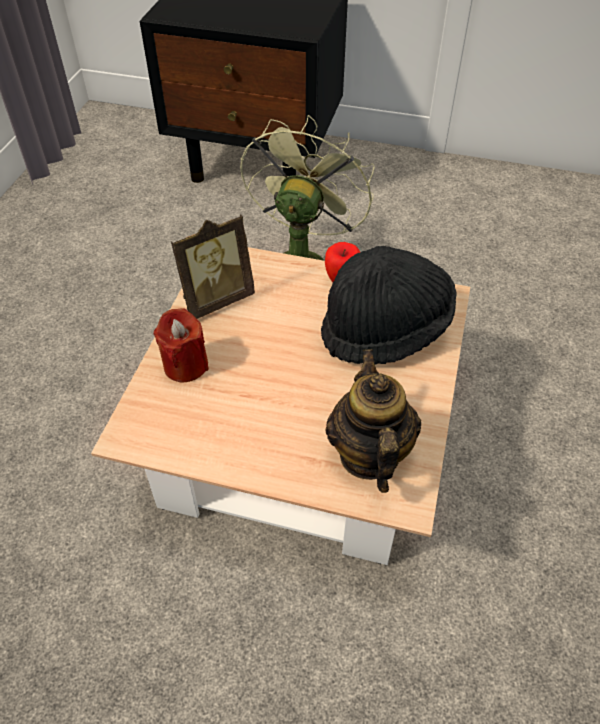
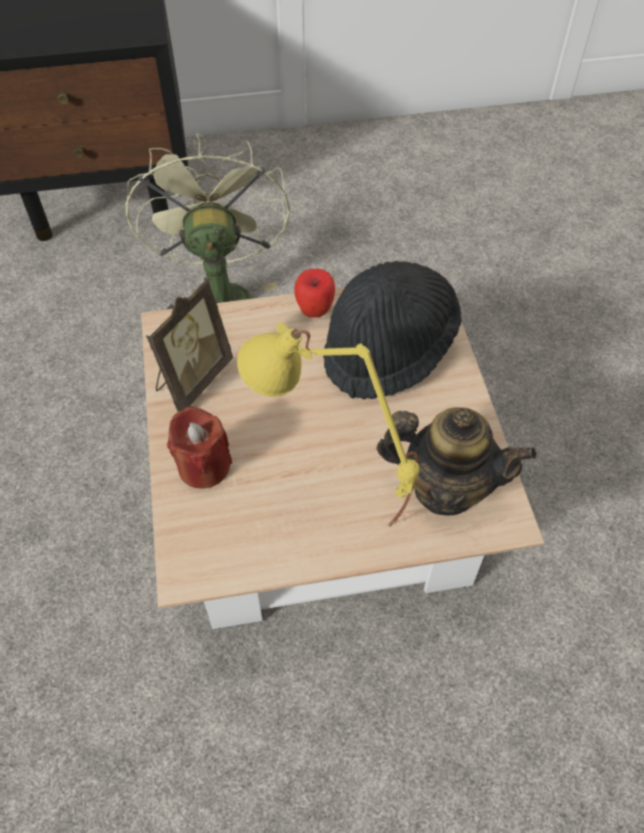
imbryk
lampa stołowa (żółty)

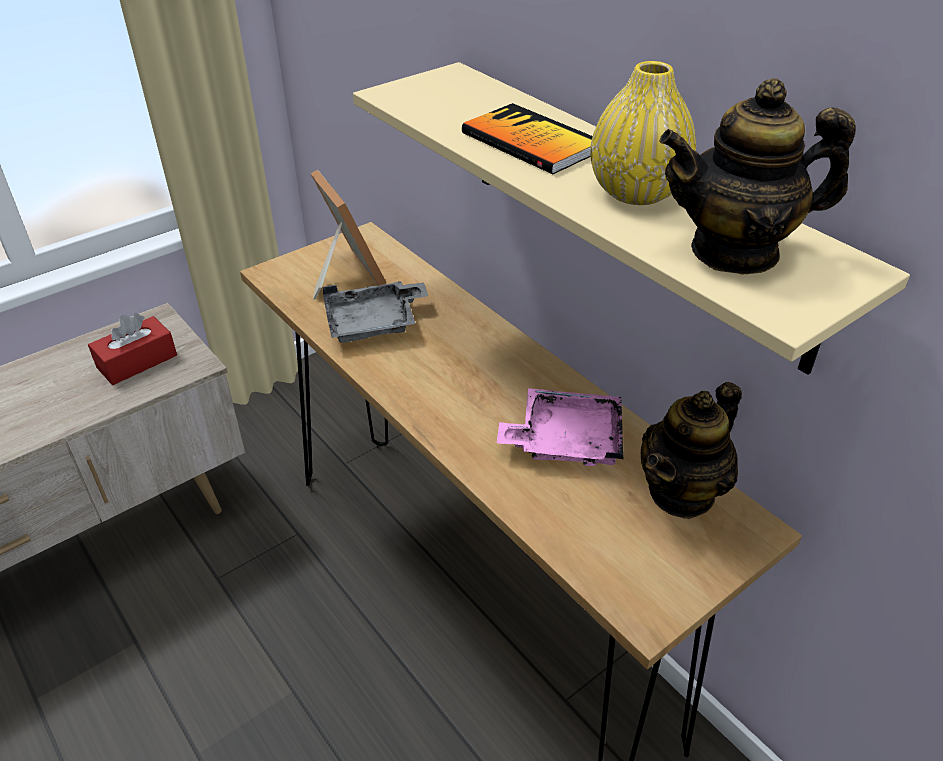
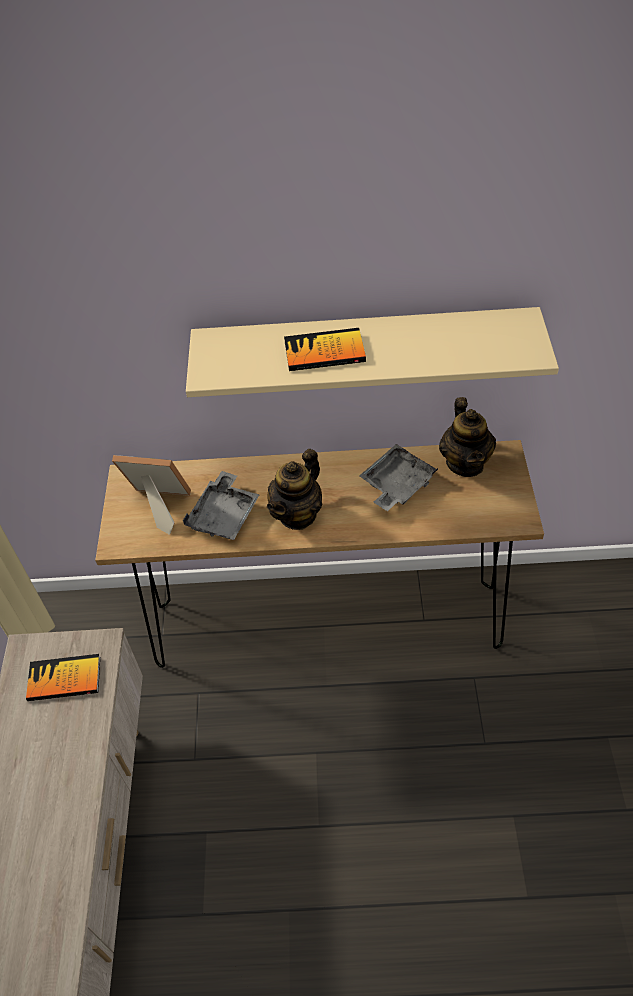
książka (no. 1 from left)
taca (szary) (no. 2 from left)
wazon (żółty)
imbryk (no. 1 from left)

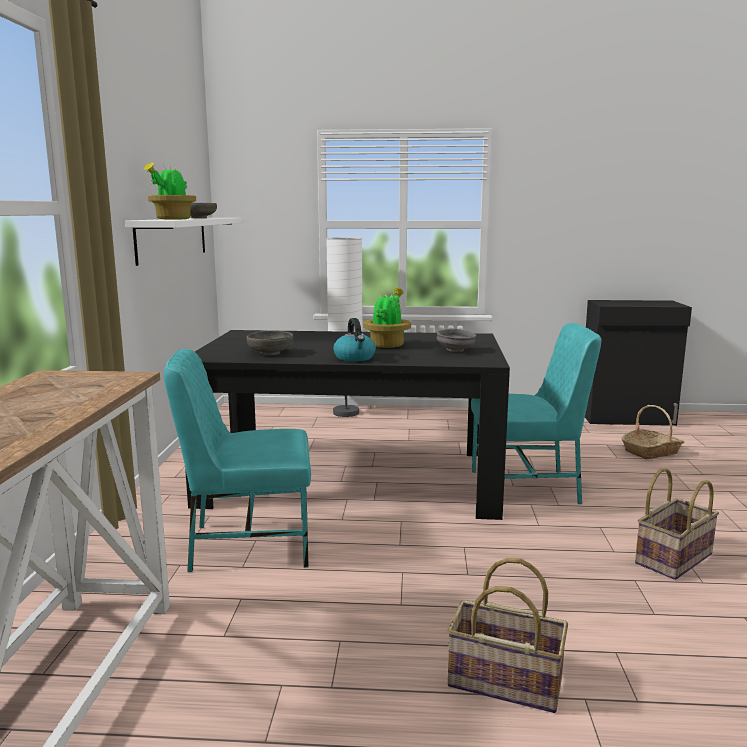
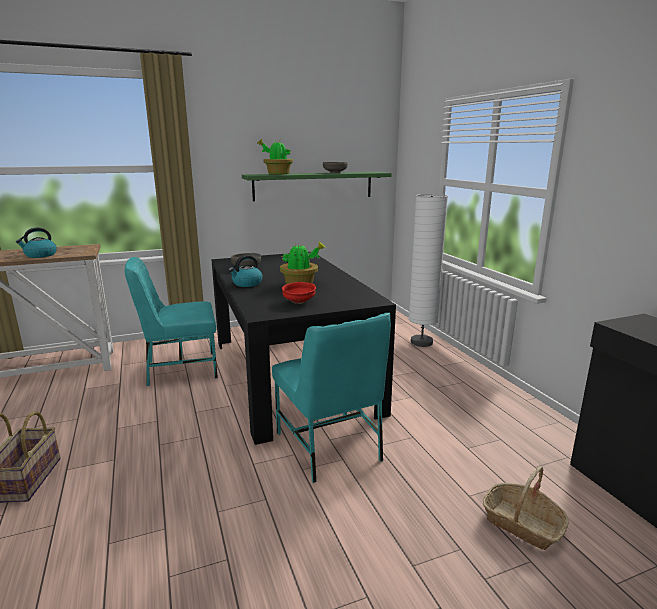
półka (zielony)
krzesło (turkusowy) (no. 1 from left)
miska (czerwony)
koszyk (no. 3 from left in the first image)
czajnik (no. 1 from left)

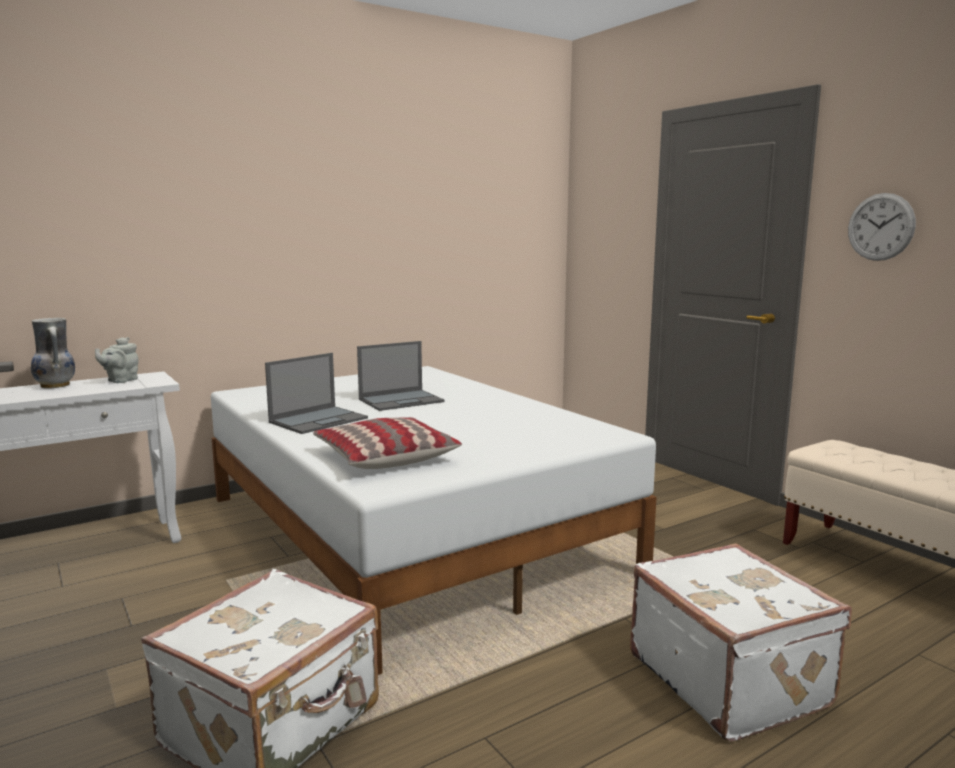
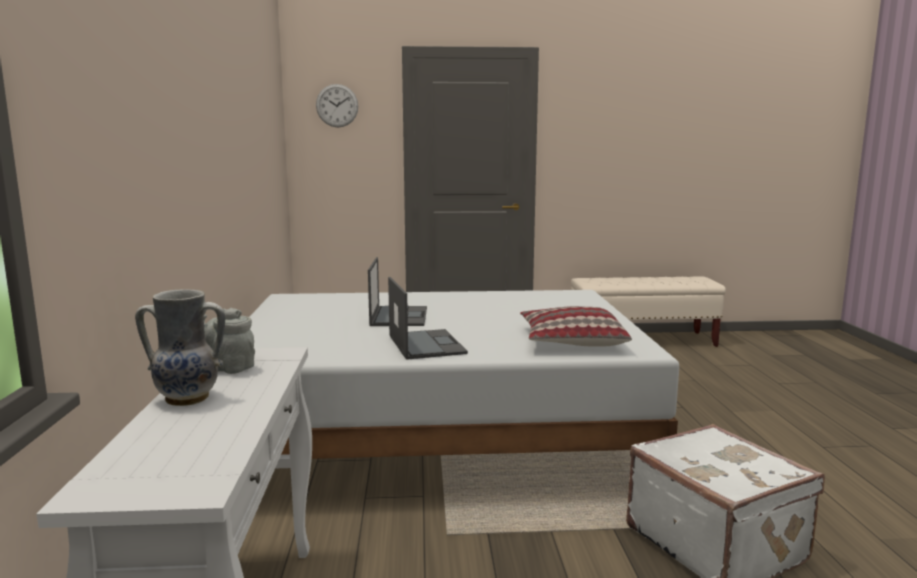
imbryk (szary)
walizka (biały) (no. 2 from left in the first image)
zegar ścienny

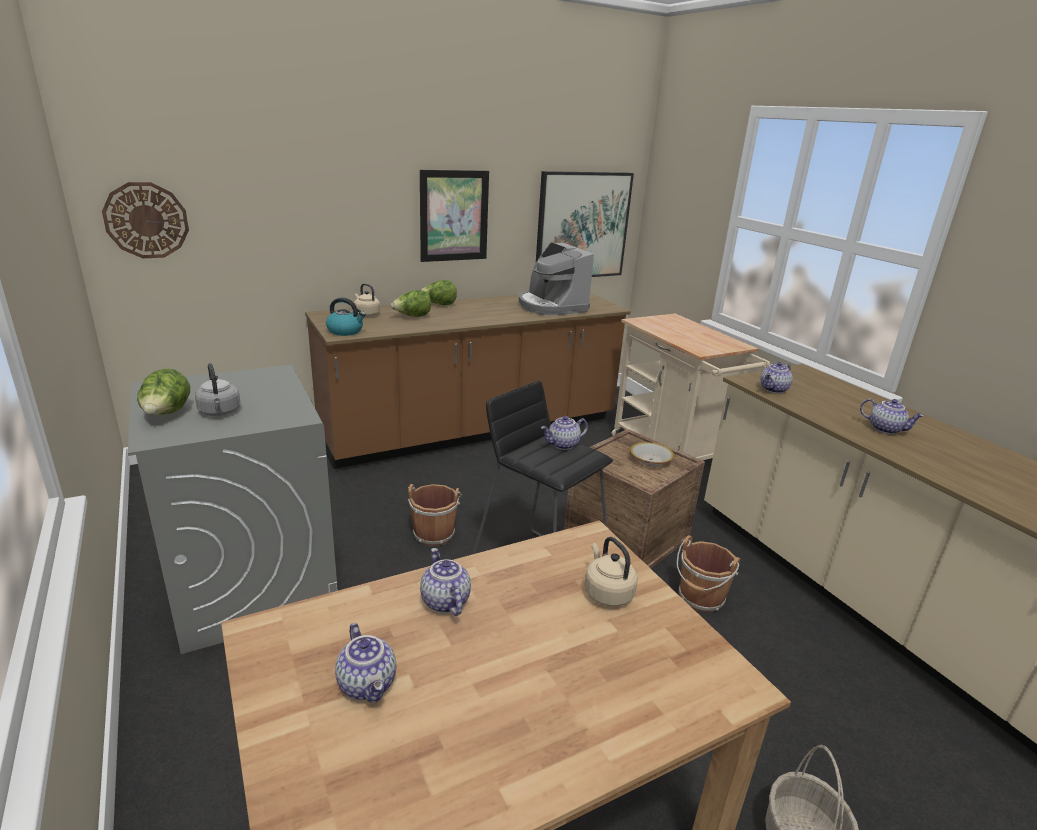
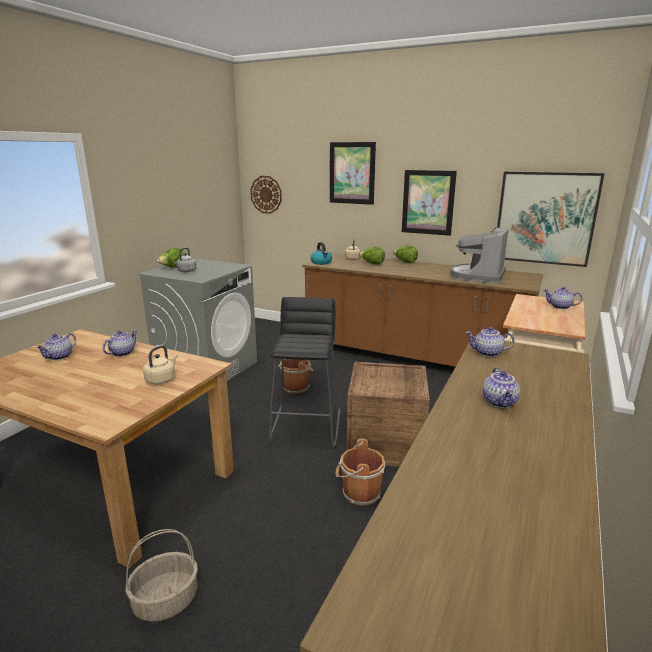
imbryk (no. 5 from left)
miska
obraz (no. 1 from left)

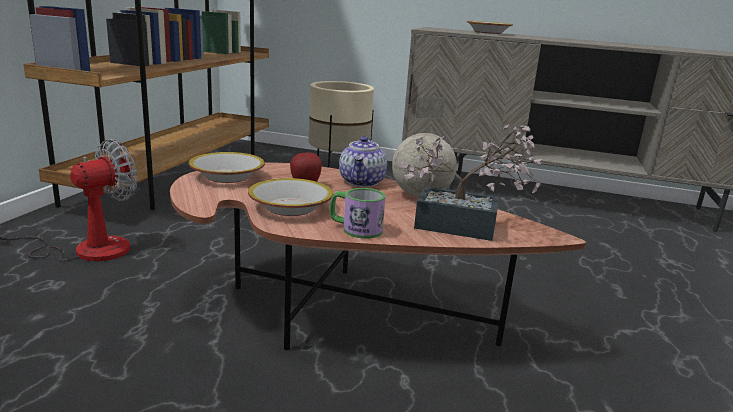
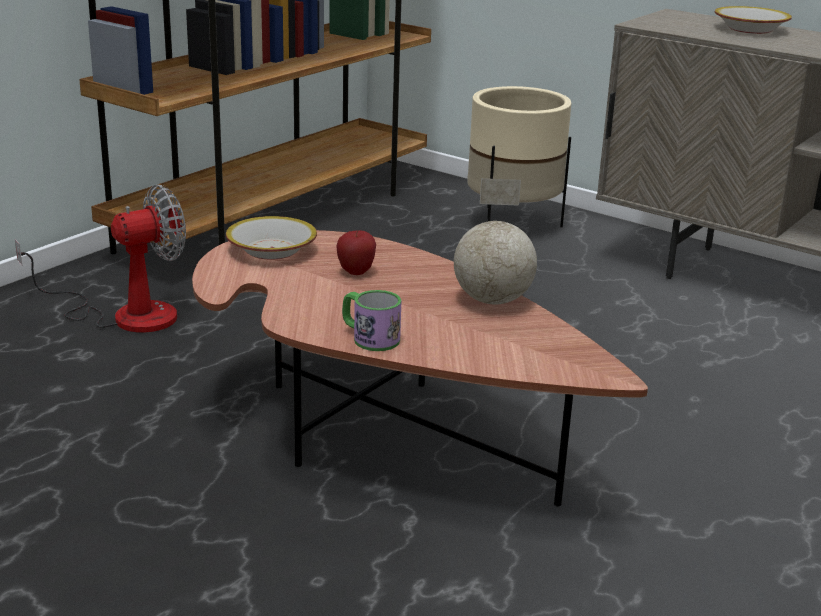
miska (no. 2 from left in the first image)
imbryk
roślina doniczkowa

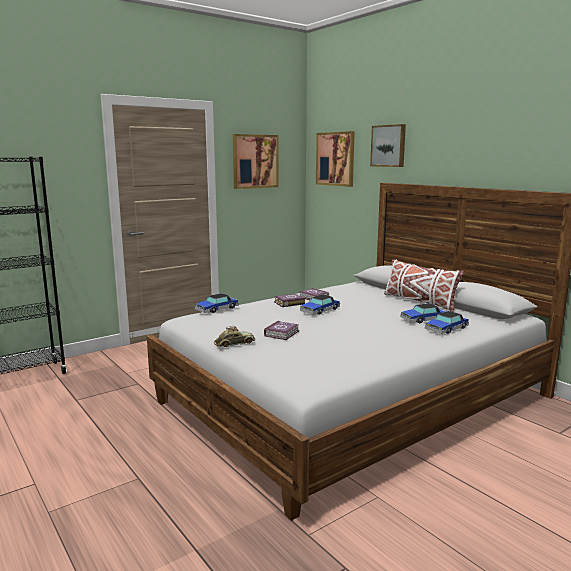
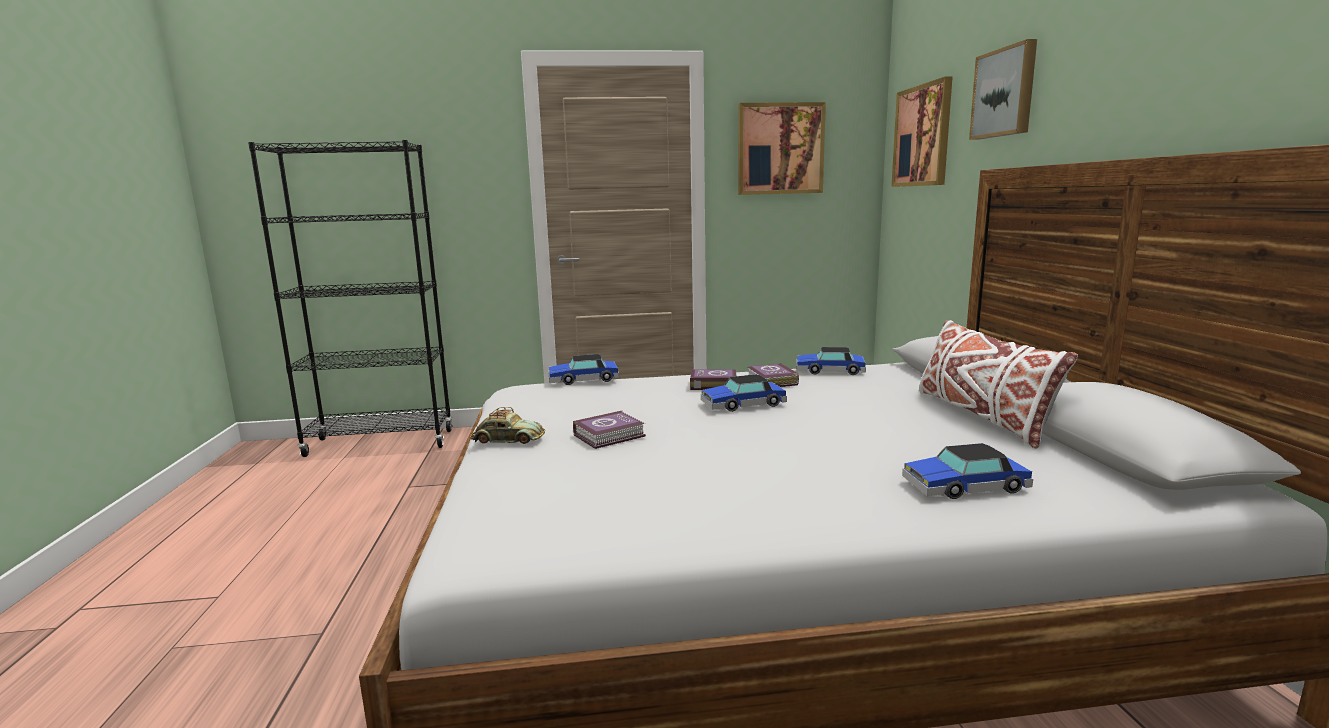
samochodzik (no. 4 from left)

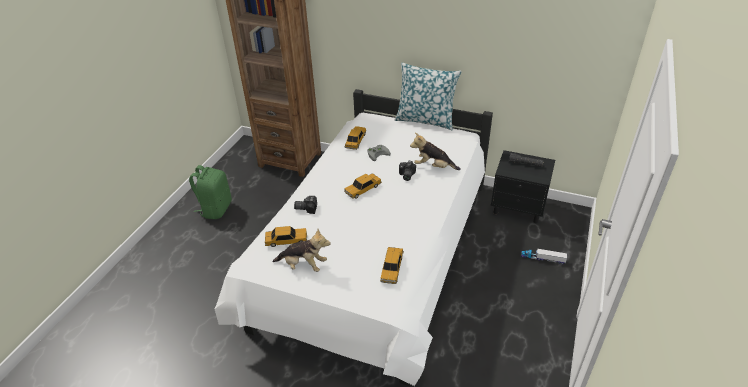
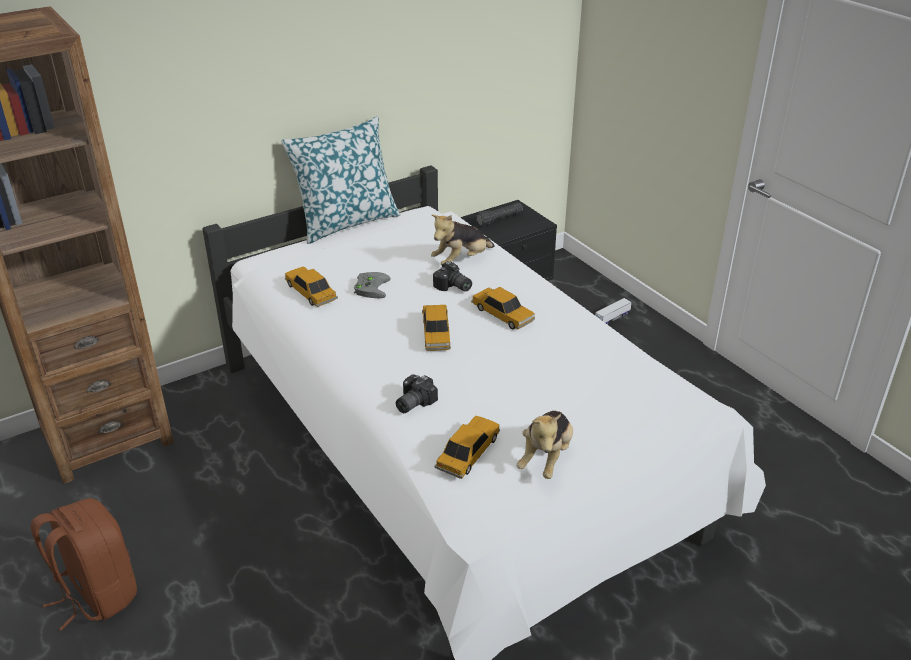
plecak (brązowy)
pluszak (no. 2 from left)
samochodzik (no. 4 from left)

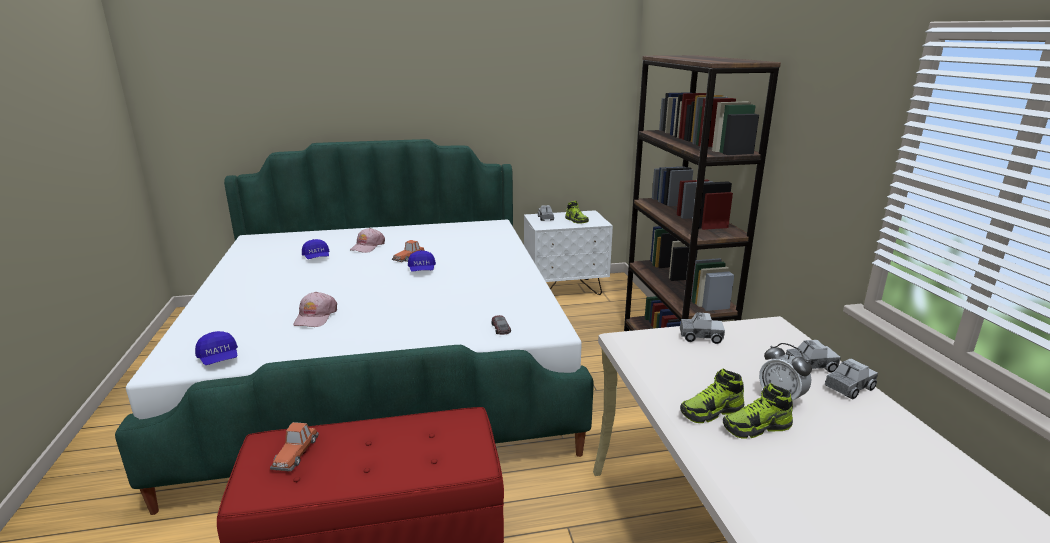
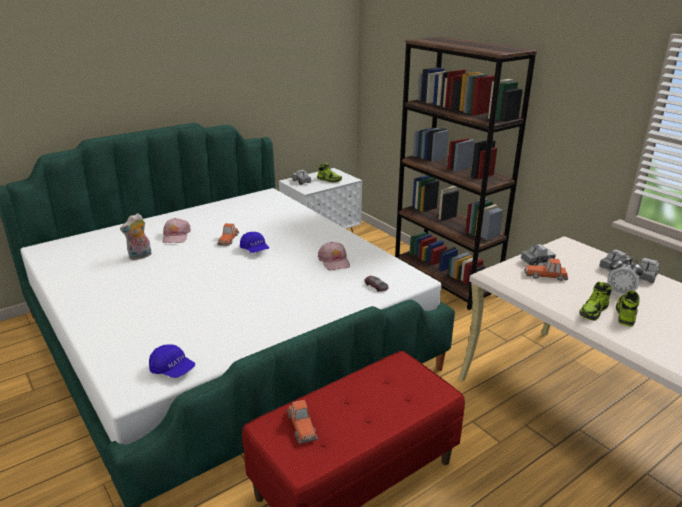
czapka z daszkiem (różowy) (no. 2 from left)
pluszak
but (no. 3 from left)
samochodzik (no. 4 from left)

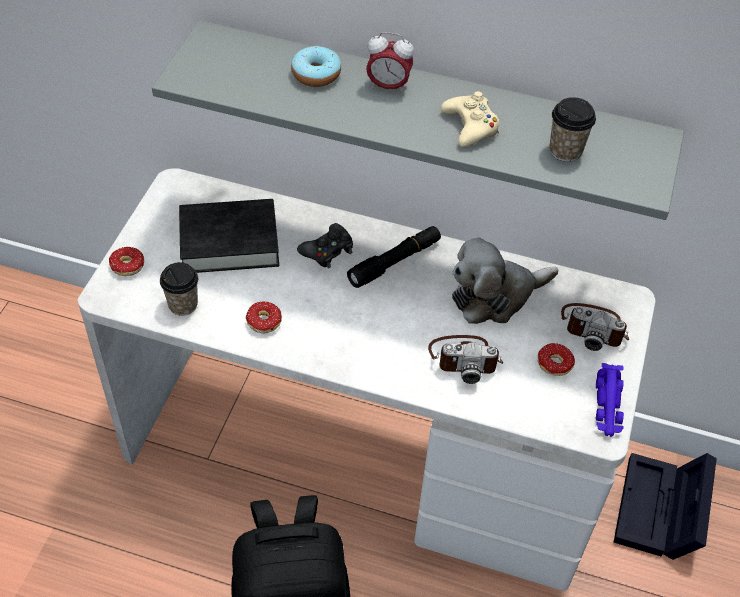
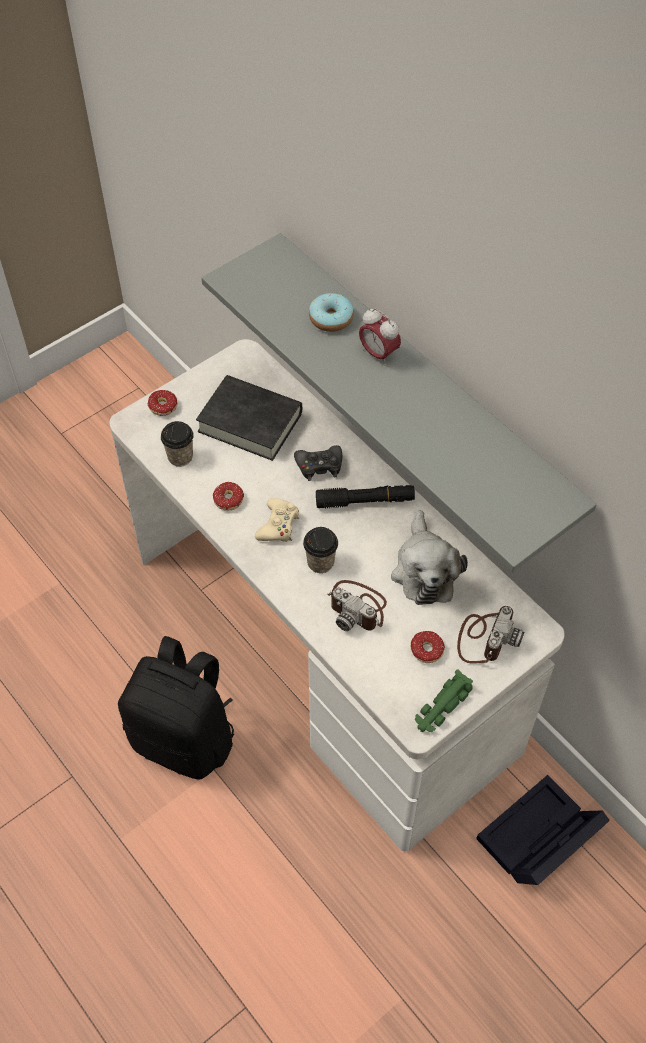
pad do gier (beżowy)
pluszak
filiżanka (no. 2 from left)
aparat fotograficzny (no. 2 from left)
samochodzik (zielony)

